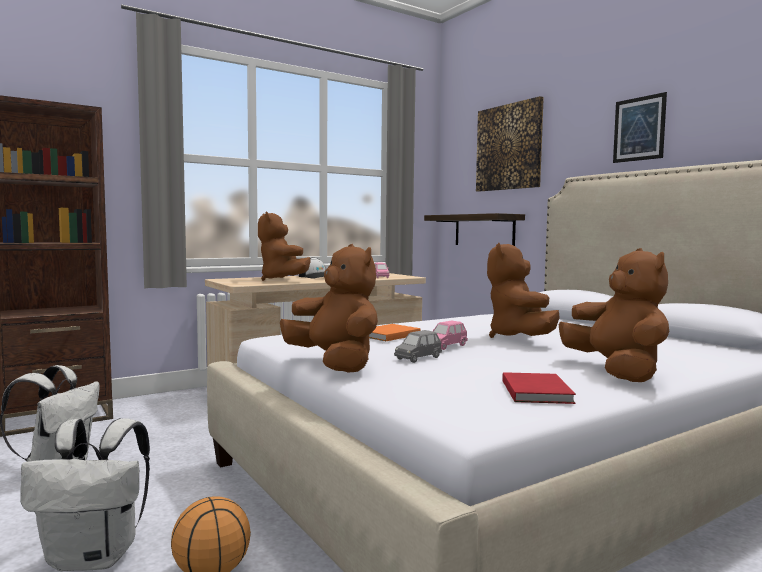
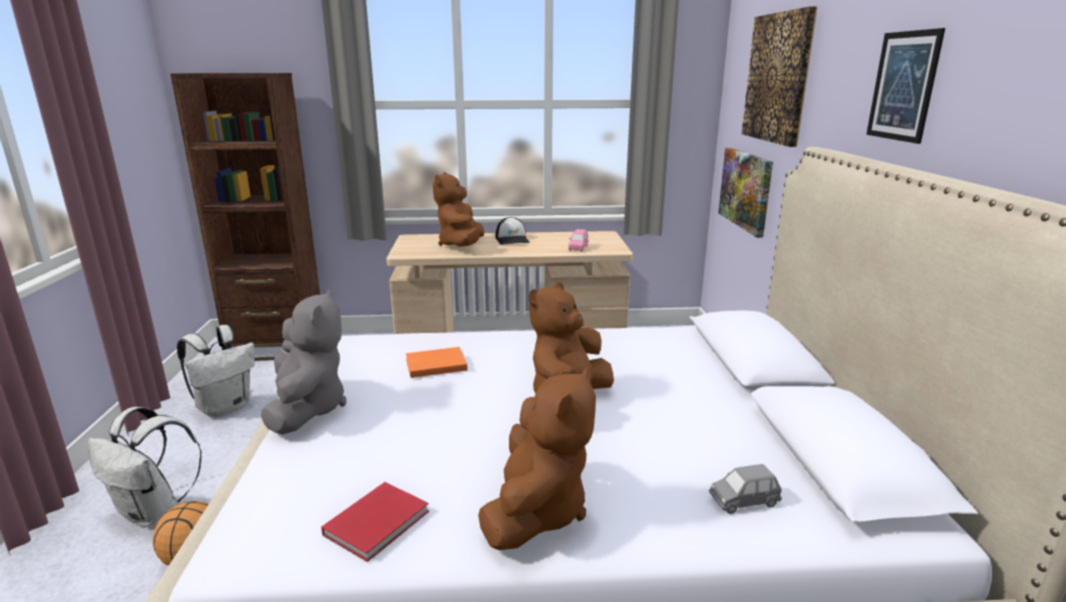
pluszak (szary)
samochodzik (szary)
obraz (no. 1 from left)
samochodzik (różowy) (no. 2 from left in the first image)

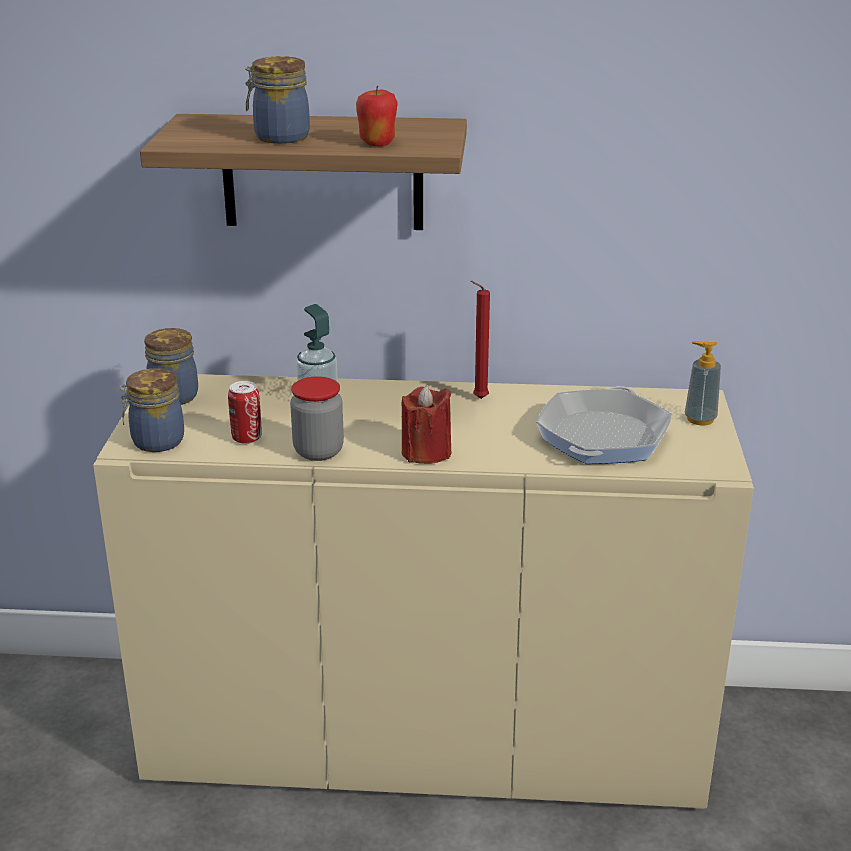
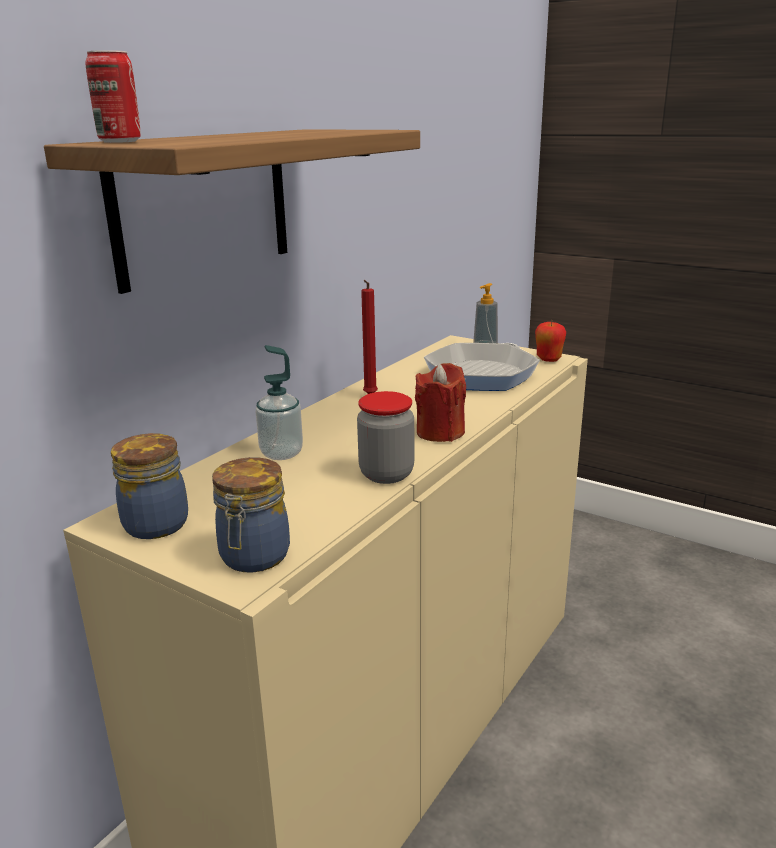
puszka
słoik (no. 3 from left in the first image)
jabłko
patelnia

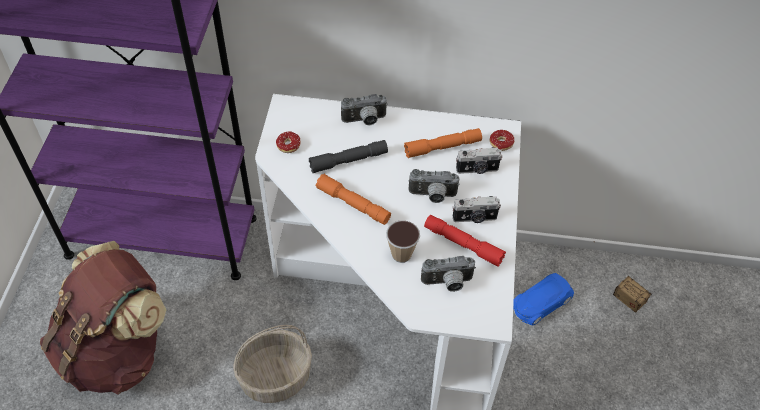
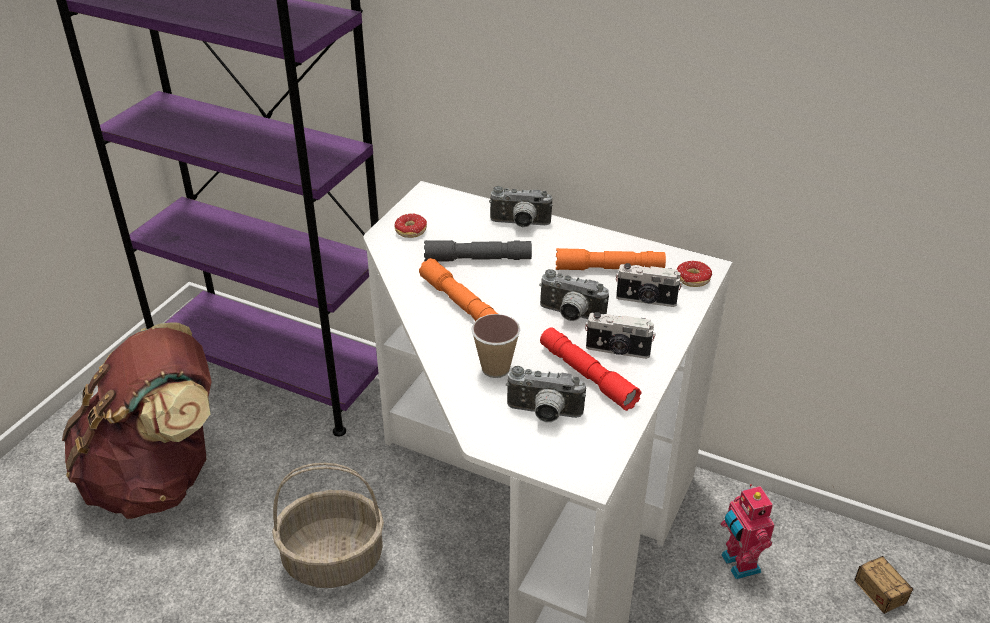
robot zabawkowy

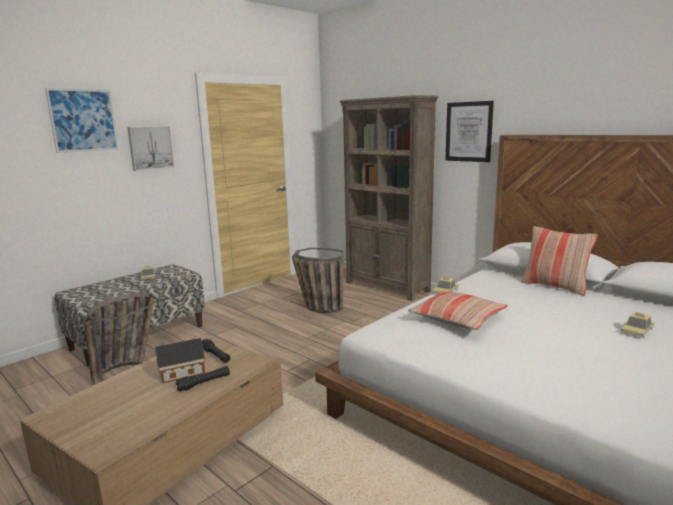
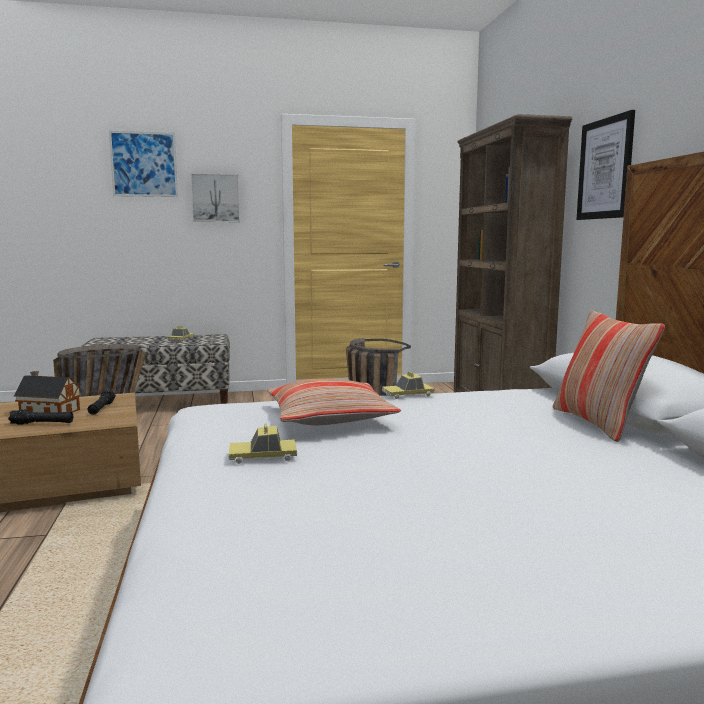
samochodzik (no. 2 from left)

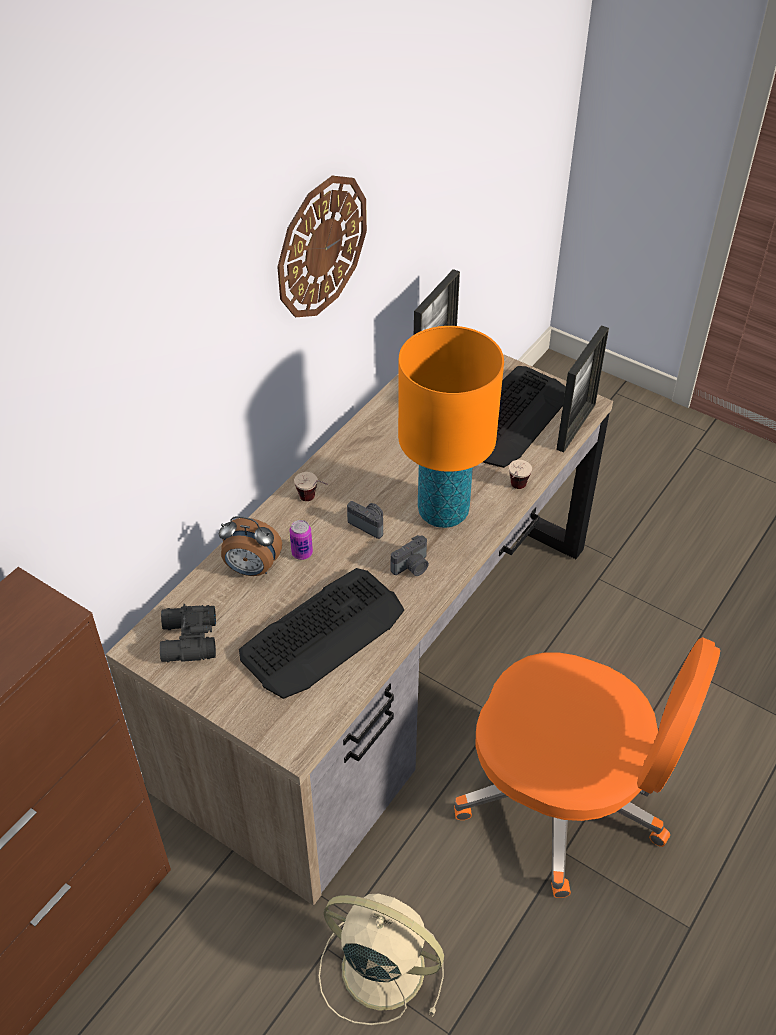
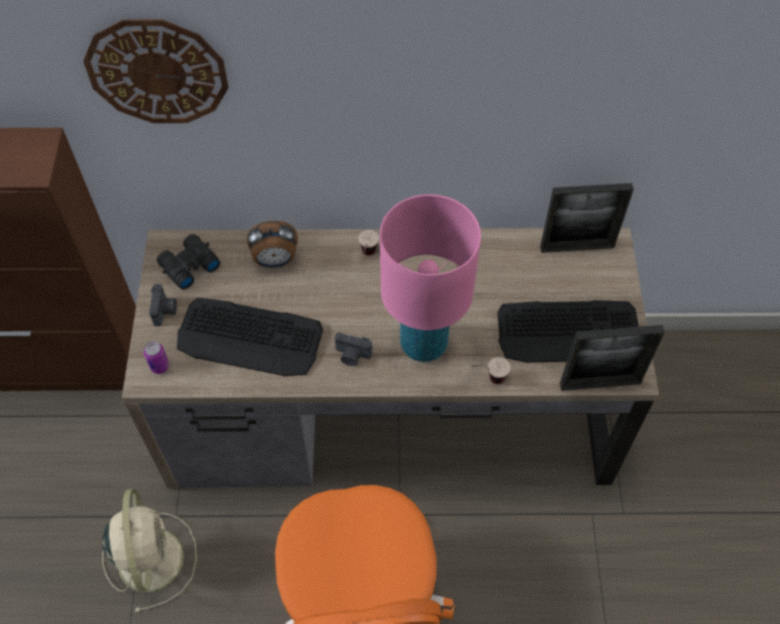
budzik
zegar ścienny
puszka
aparat fotograficzny (no. 1 from left)
lampa stołowa (różowy)

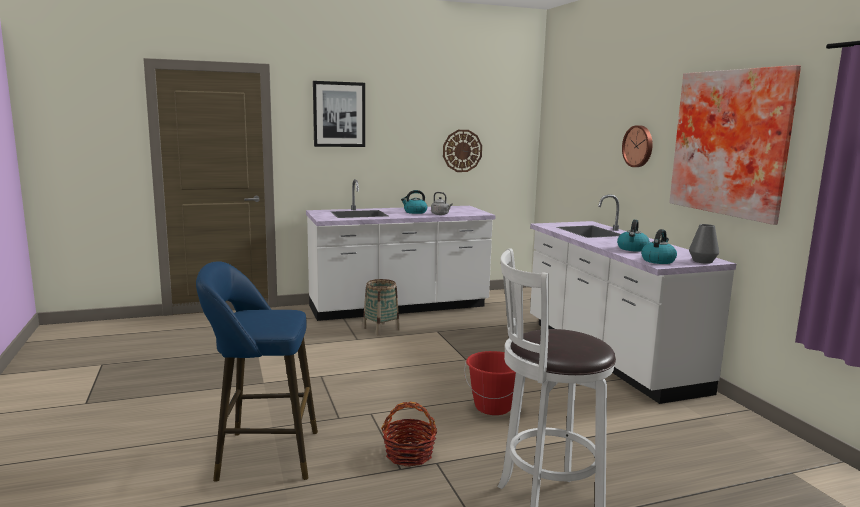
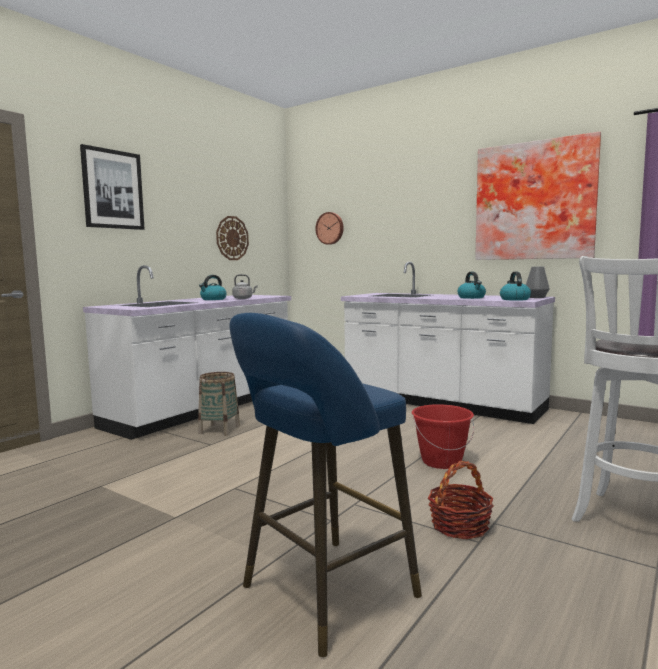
zegar ścienny (no. 2 from left)

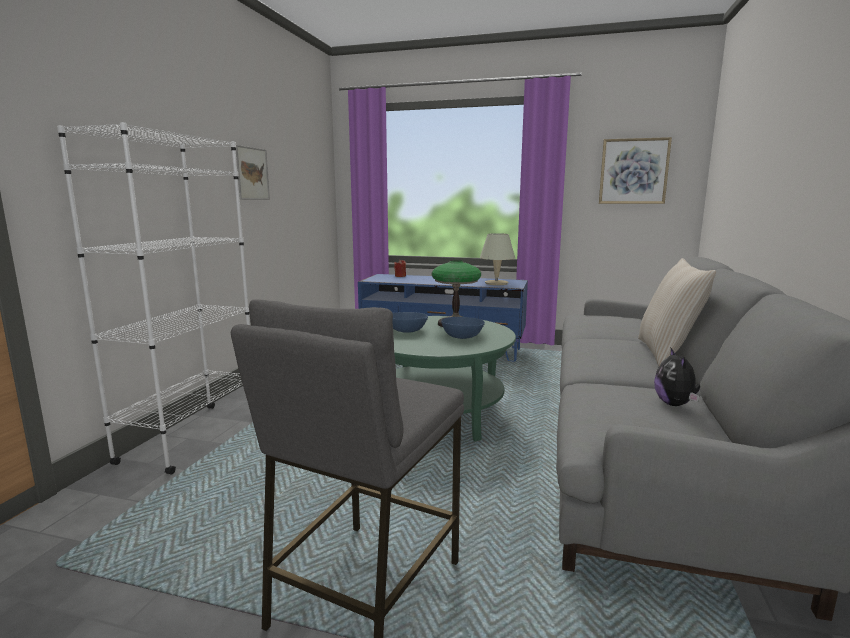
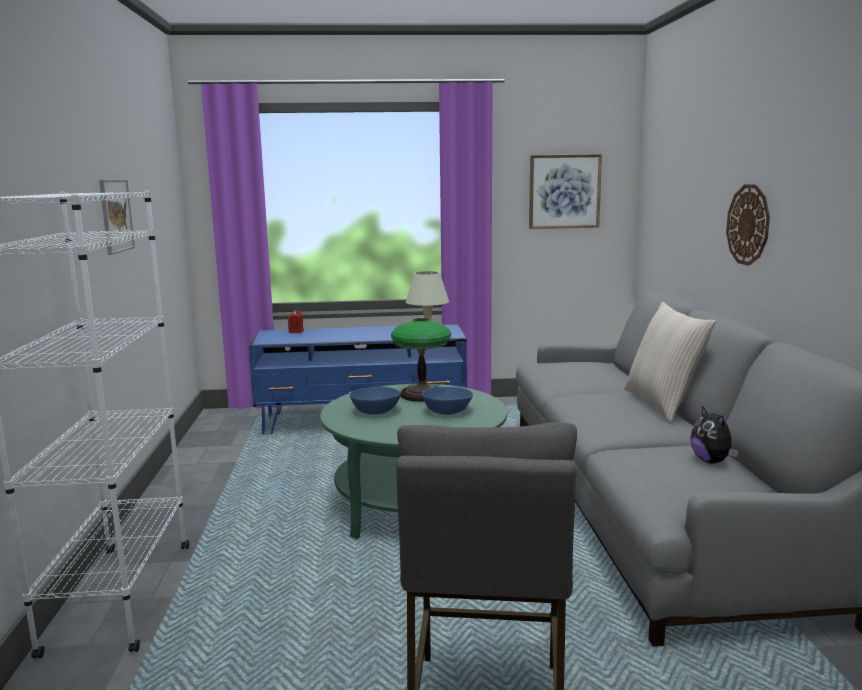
zegar ścienny

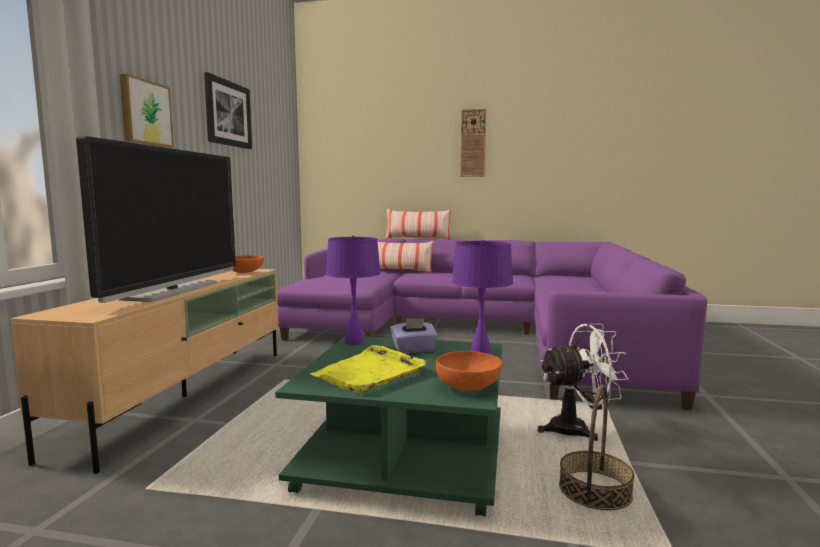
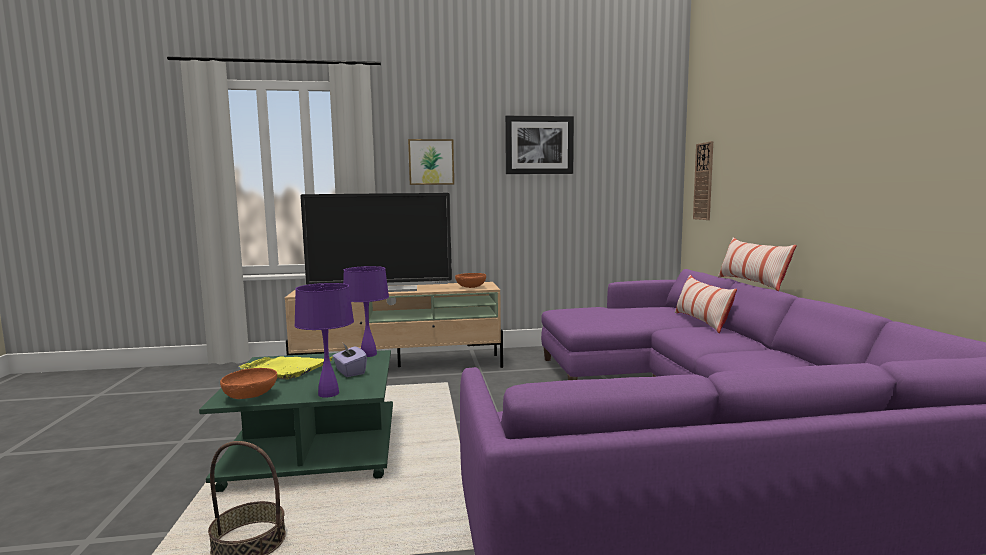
zegar ścienny
wentylator (biały)

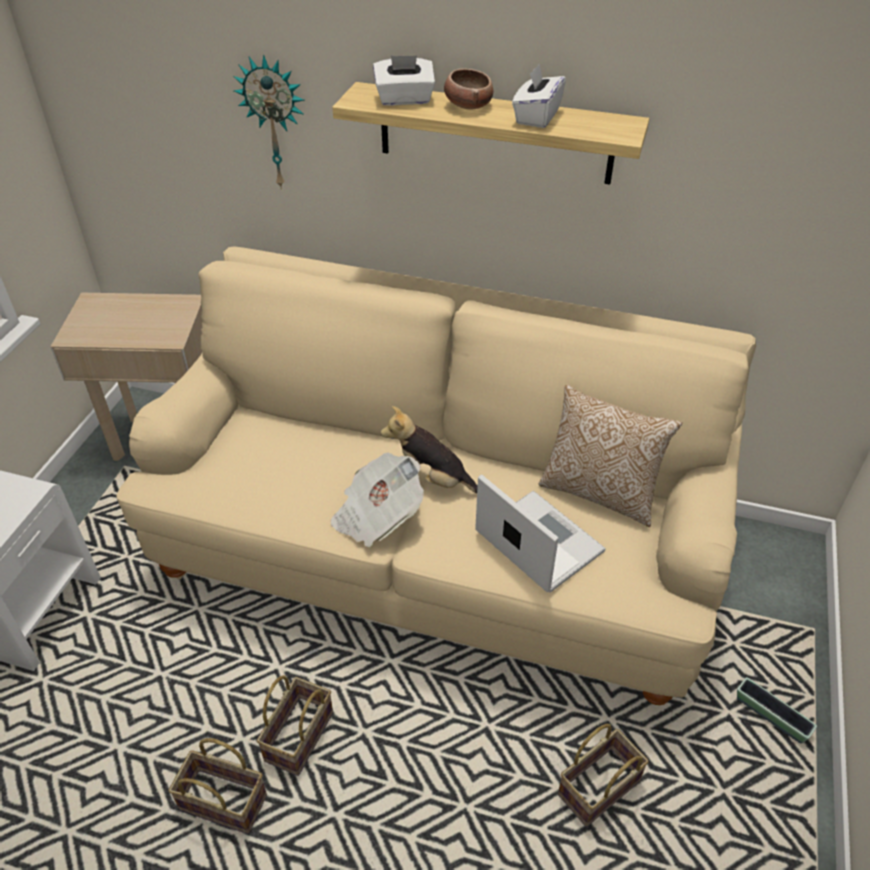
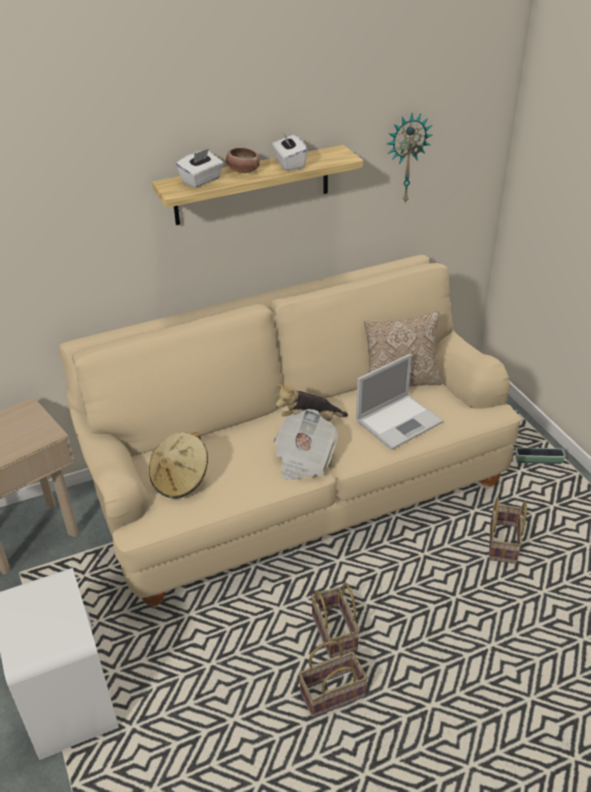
zegar ścienny
laptop
kapelusz (beżowy)

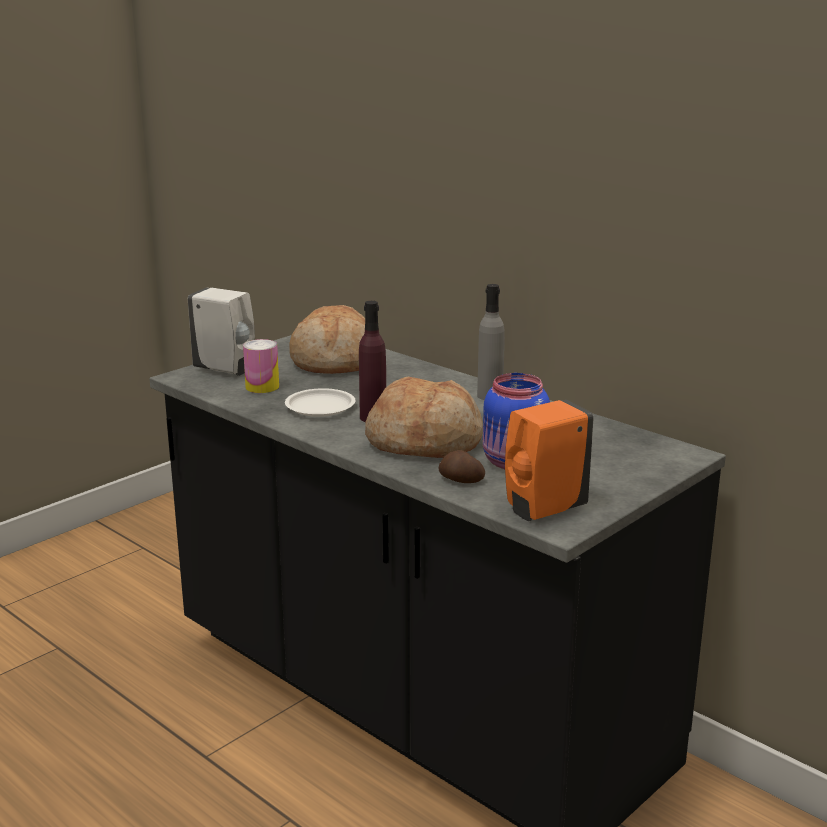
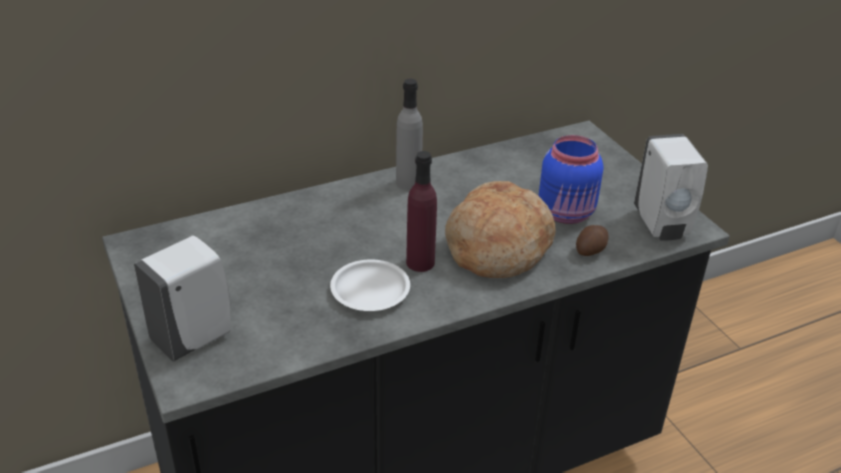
puszka
chleb (no. 1 from left in the first image)
dozownik mydła (biały) (no. 2 from left)

